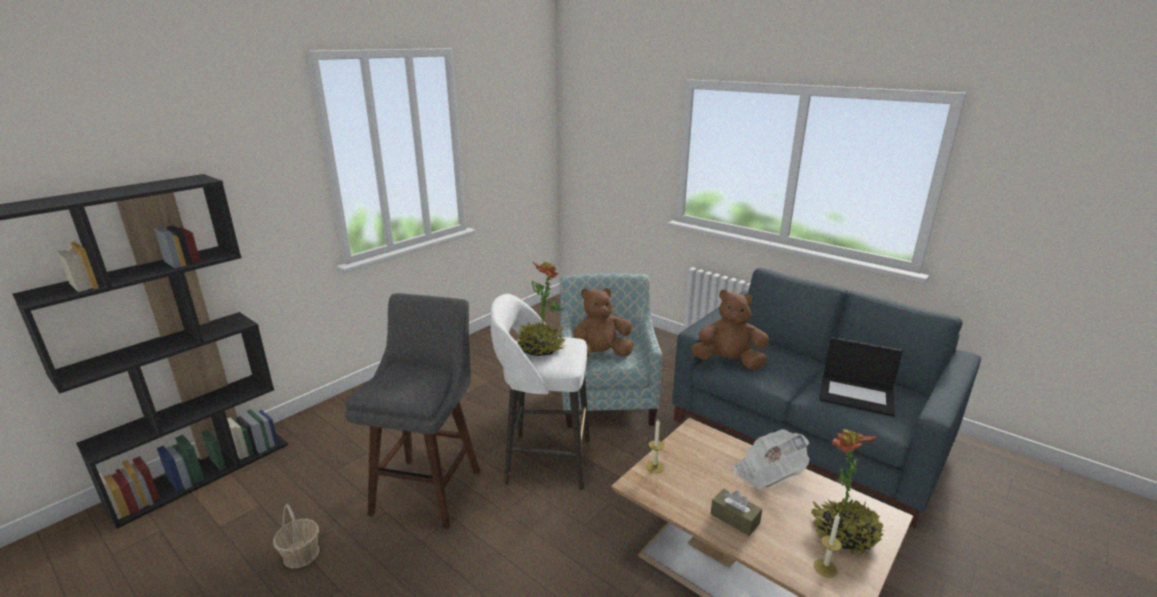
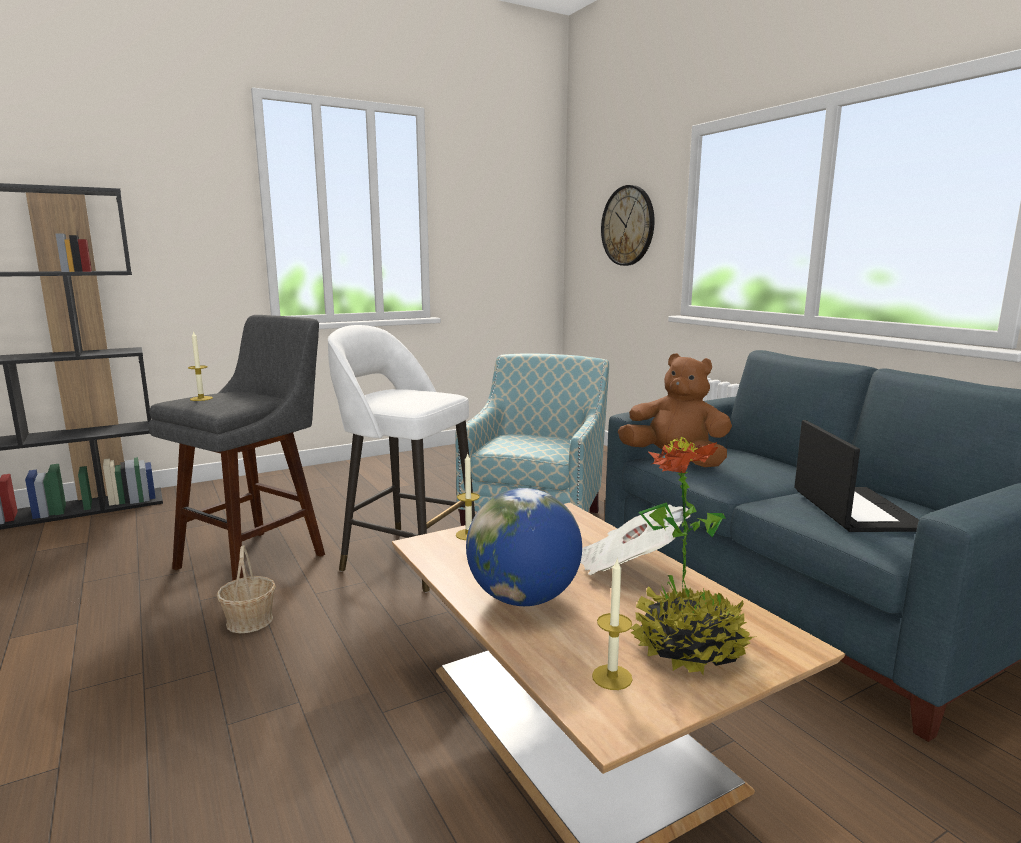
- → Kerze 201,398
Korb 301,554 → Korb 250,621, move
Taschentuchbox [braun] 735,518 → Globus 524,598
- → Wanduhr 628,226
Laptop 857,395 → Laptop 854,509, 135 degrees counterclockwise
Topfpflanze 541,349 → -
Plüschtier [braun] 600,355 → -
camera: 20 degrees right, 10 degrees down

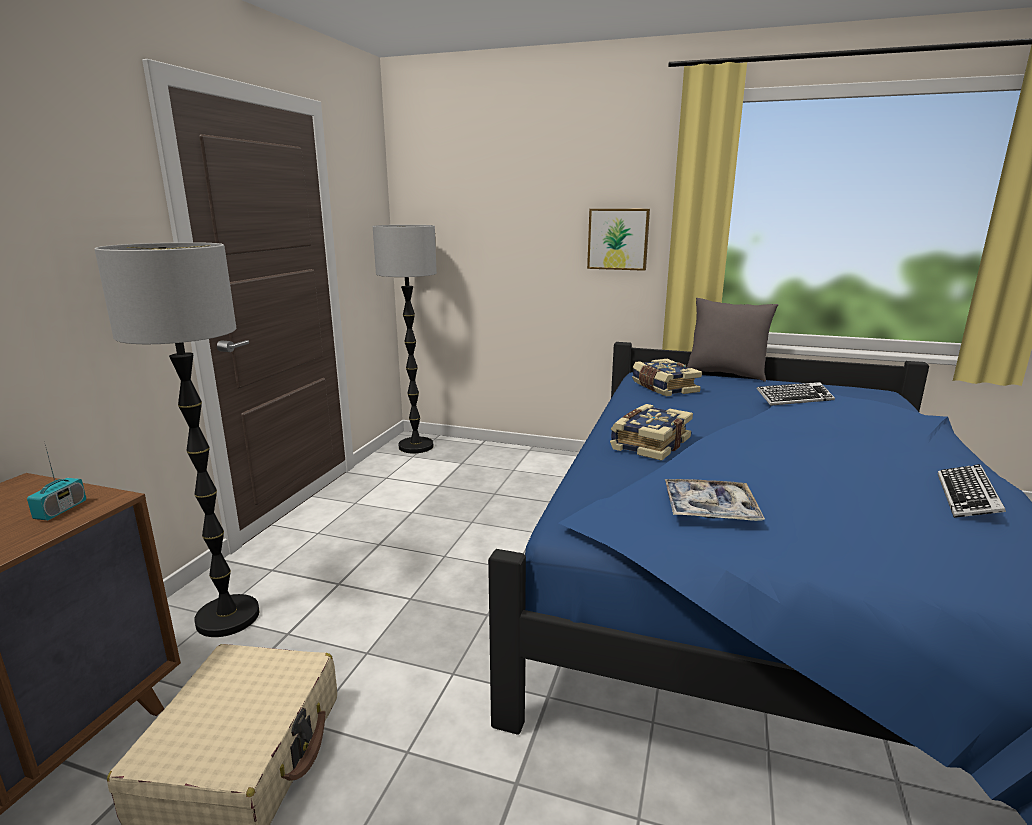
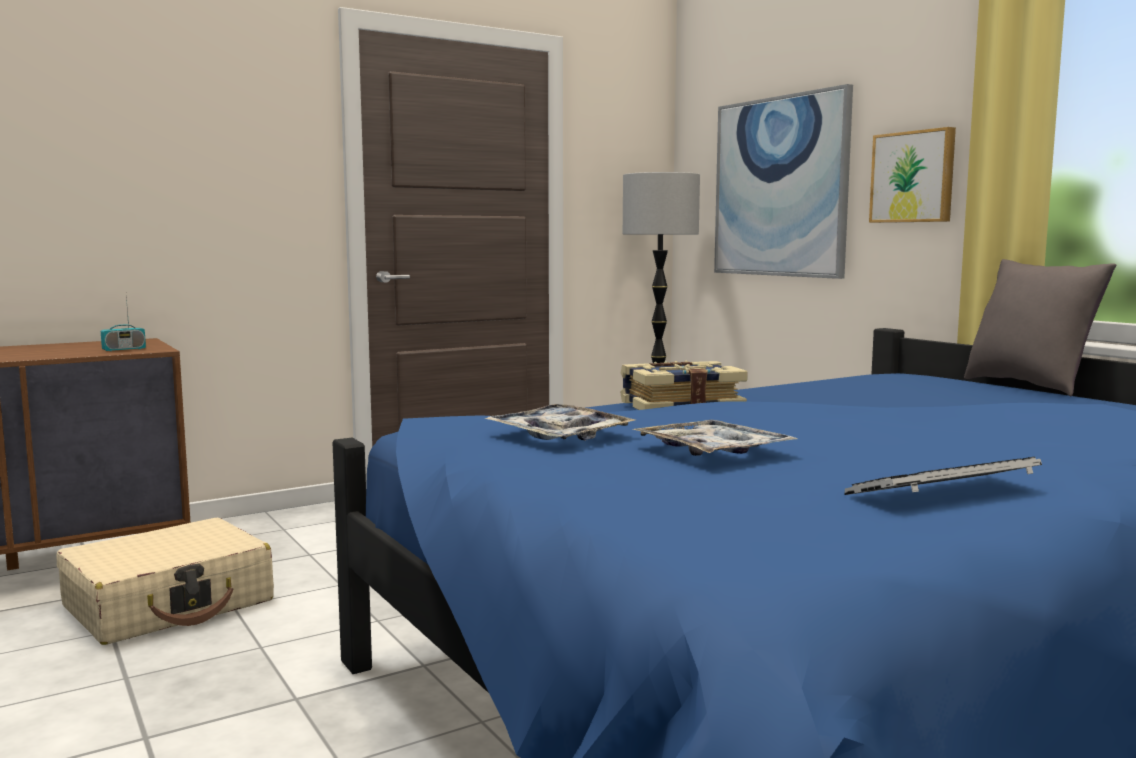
- → Tablett 713,451
- → Bild 780,187
Stehlampe 228,617 → -
Buch 663,388 → -
Tastatur 794,399 → -
camera: 40 degrees right, 10 degrees down

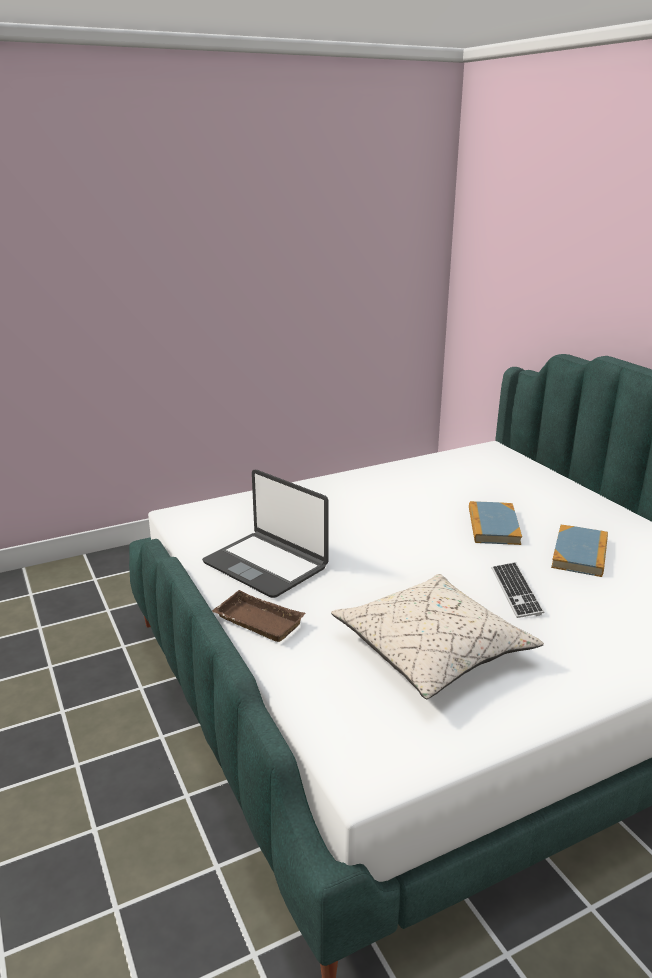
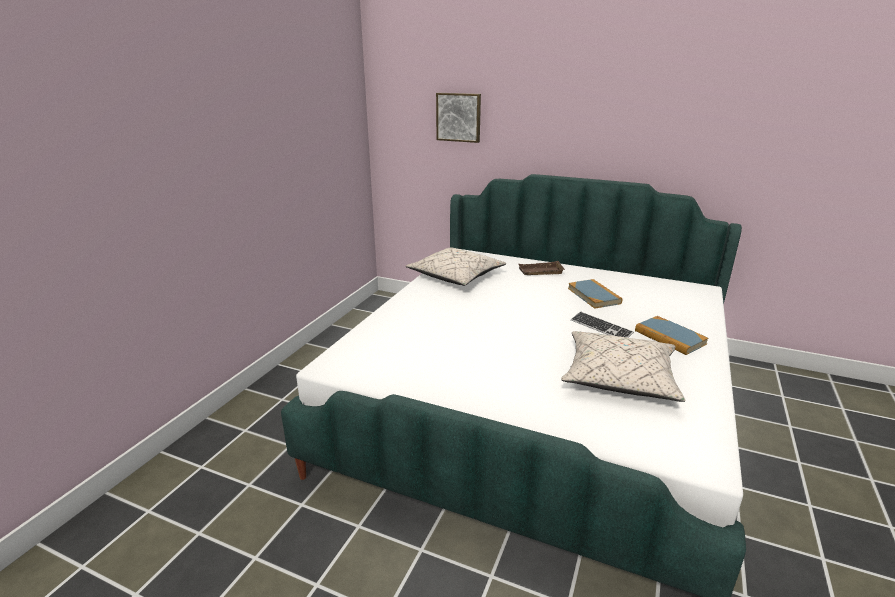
- → Kissen [beige] 456,276
- → Bild 459,117
Tablett [braun] 256,622 → Tablett [braun] 540,272, move
Buch 493,526 → Buch 669,337, move
Laptop 266,565 → -
camera: 40 degrees left, 0 degrees up

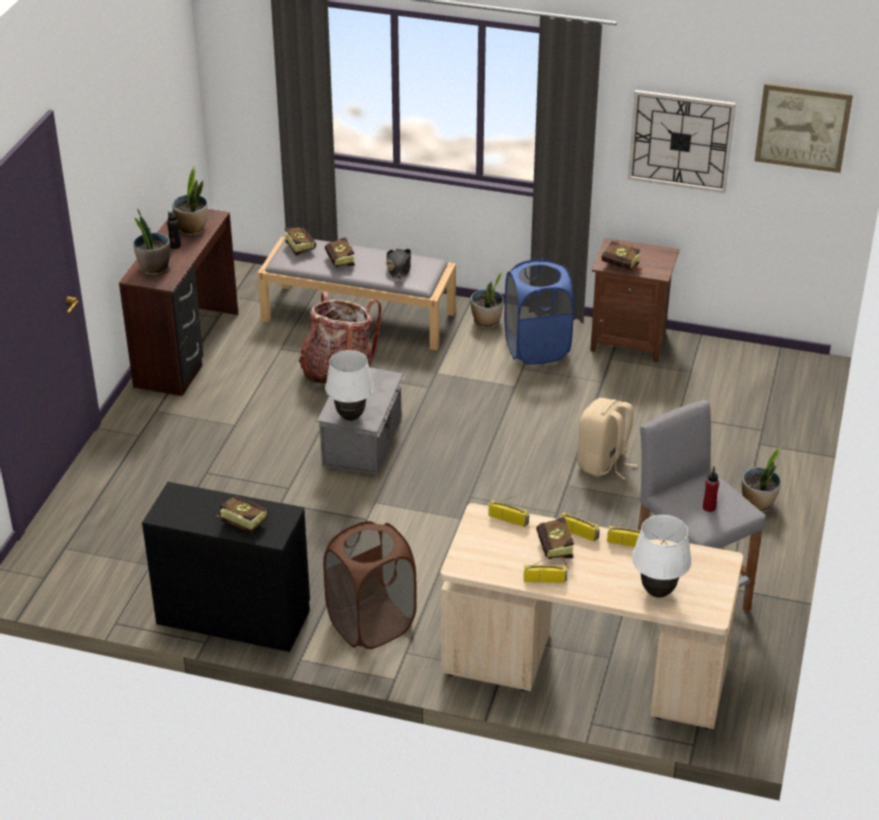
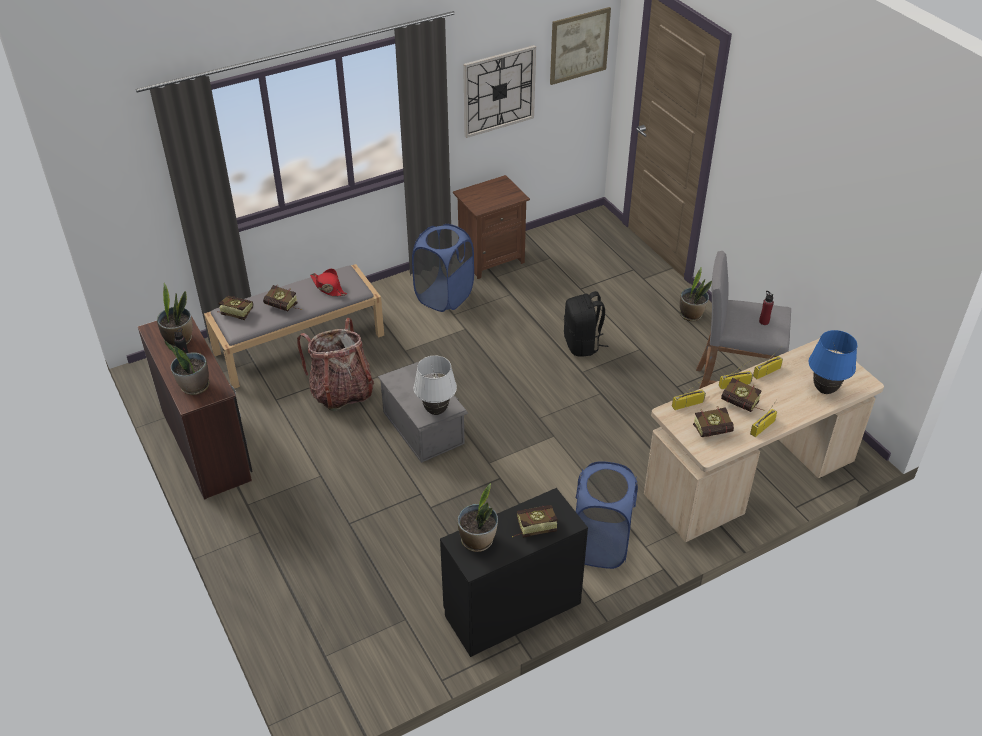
Hut [schwarz] 399,268 → Hut [rot] 328,287
Topfpflanze 486,322 → Topfpflanze 478,541, move
Rucksack [beige] 603,463 → Rucksack [schwarz] 582,345
Wäschekorb [braun] 371,624 → Wäschekorb [blau] 601,544
Buch 623,267 → Buch 715,431, move
Tischlampe [weiß] 657,592 → Tischlampe [blau] 824,390
camera: 45 degrees left, 5 degrees up

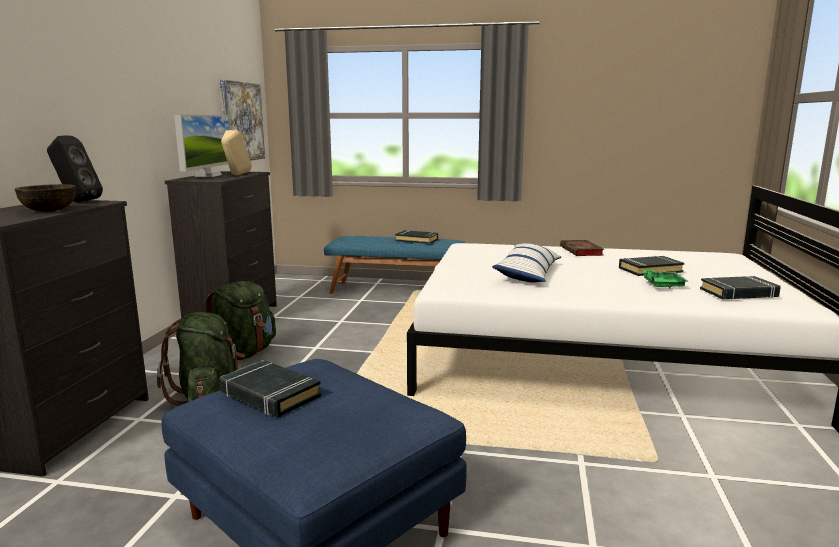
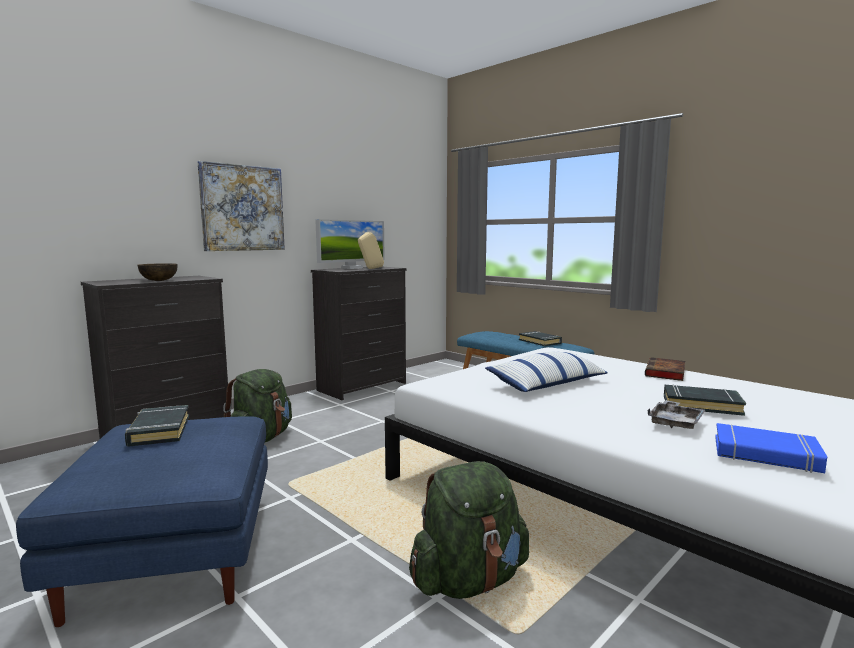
Bild 242,122 → Bild 242,208, move
Rucksack [grün] 242,354 → Rucksack [grün] 469,580, move
Tablett [grün] 662,284 → Tablett [grau] 675,422
Buch [schwarz] 739,293 → Buch [blau] 765,455
Lautsprecher [schwarz] 76,201 → -
camera: 35 degrees right, 5 degrees down

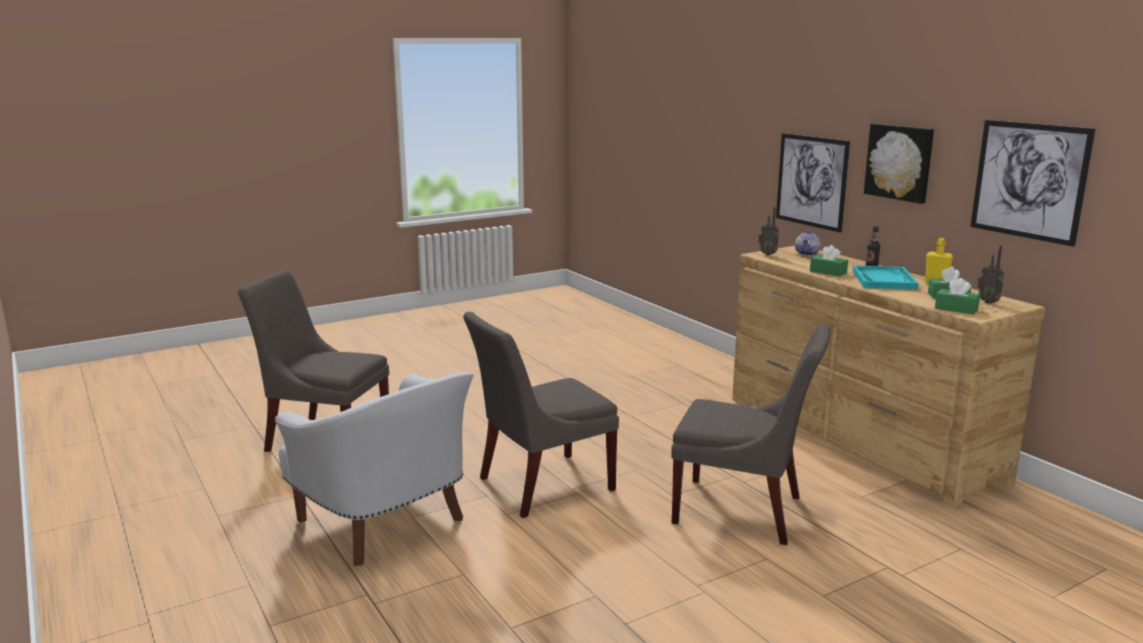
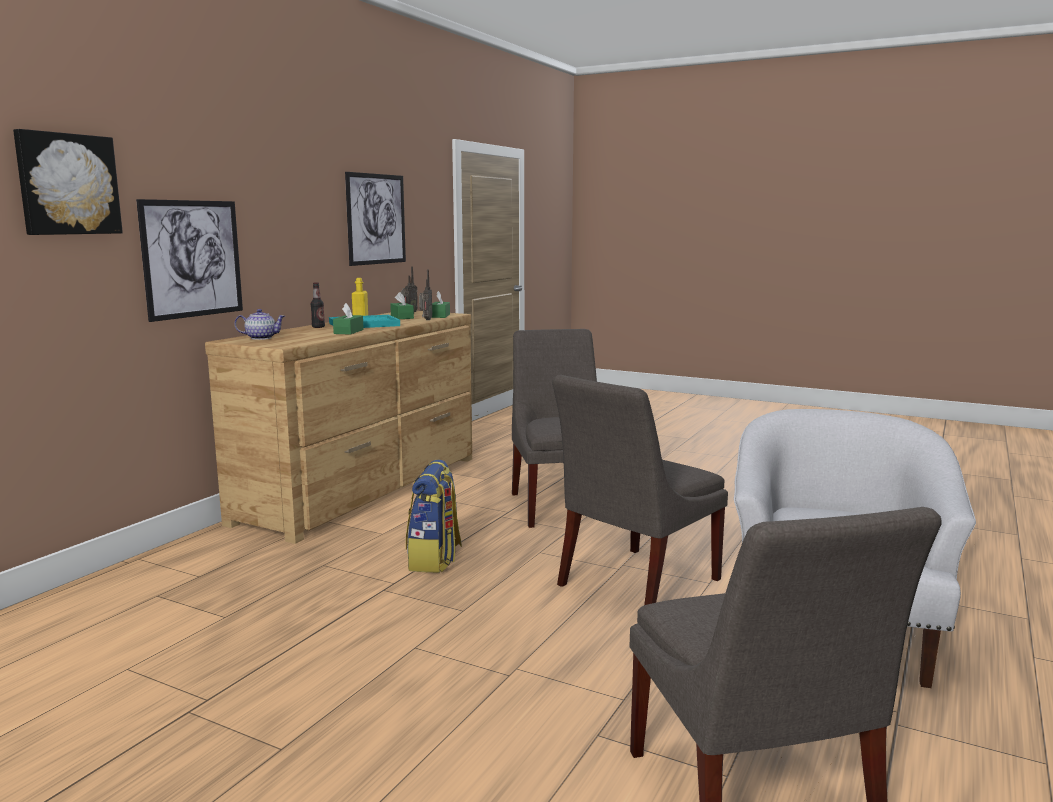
Bild 900,162 → Bild 67,184, move
- → Rucksack 434,560
Radio 768,254 → Radio 425,320, move
Stuhl [grau] 540,485 → Stuhl [grau] 634,584, 105 degrees clockwise
camera: 120 degrees left, 5 degrees down

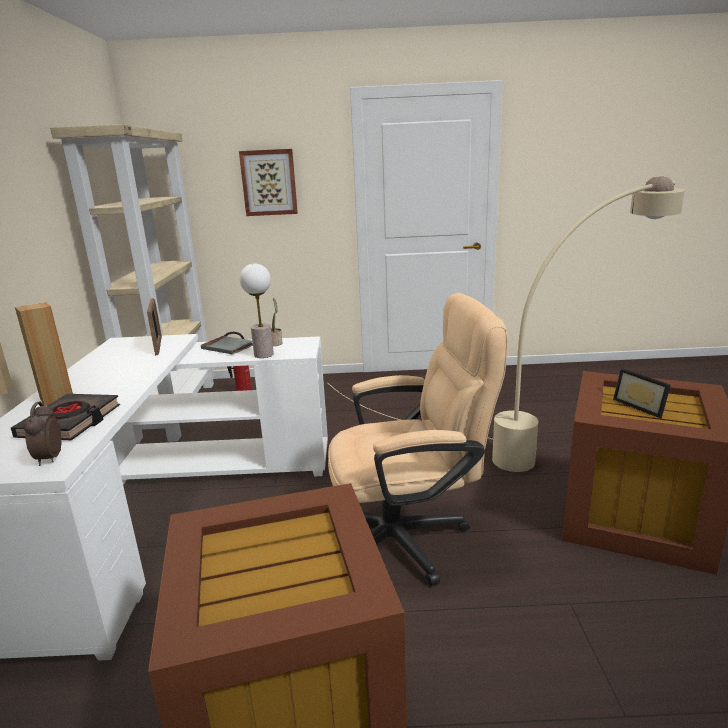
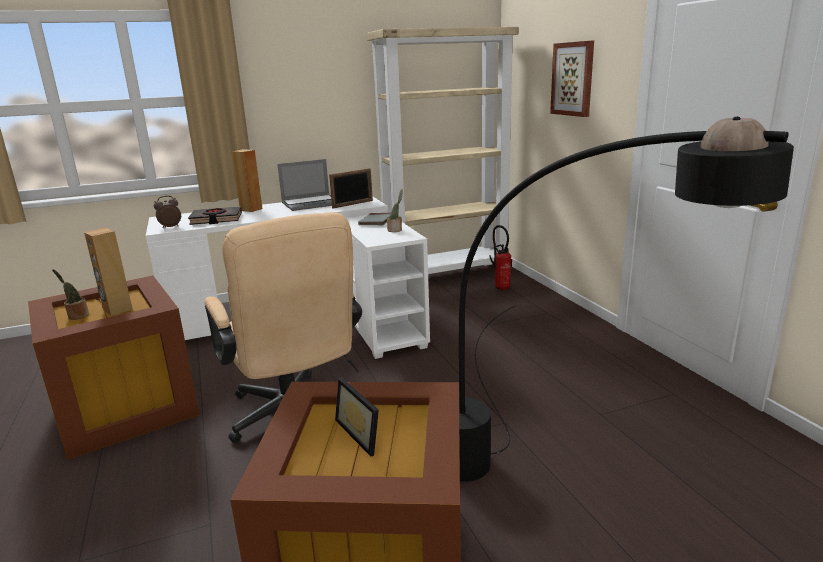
- → Topfpflanze 77,316
- → Lautsprecher [braun] 117,310
- → Laptop 311,204
Bilderrahmen 641,406 → Bilderrahmen 364,433, 75 degrees counterclockwise
Stehlampe [beige] 535,439 → Stehlampe [schwarz] 536,477
Tischlampe 263,355 → -
camera: 70 degrees right, 0 degrees up

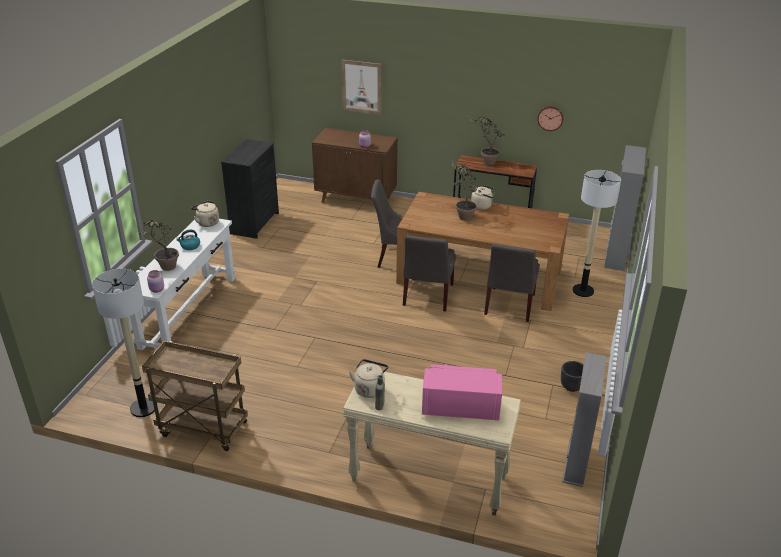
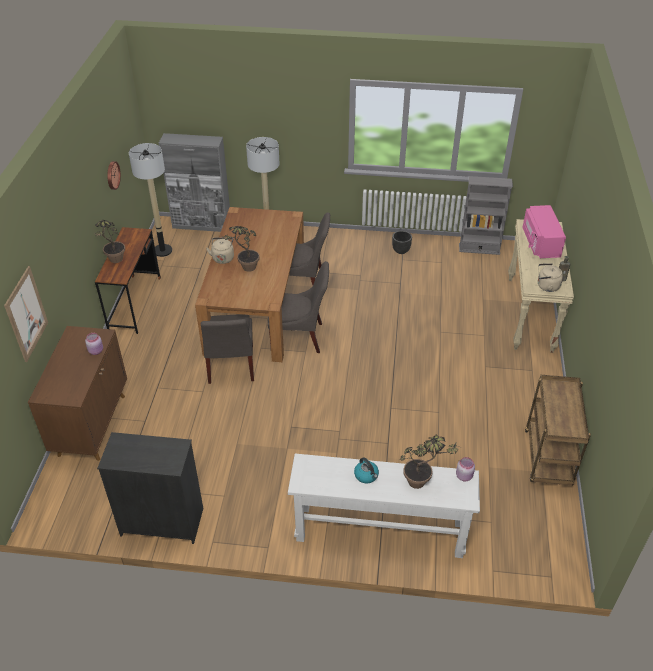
Stehlampe 143,408 → Stehlampe 162,250, move
Wasserkessel [beige] 207,222 → -
camera: 100 degrees left, 10 degrees up

